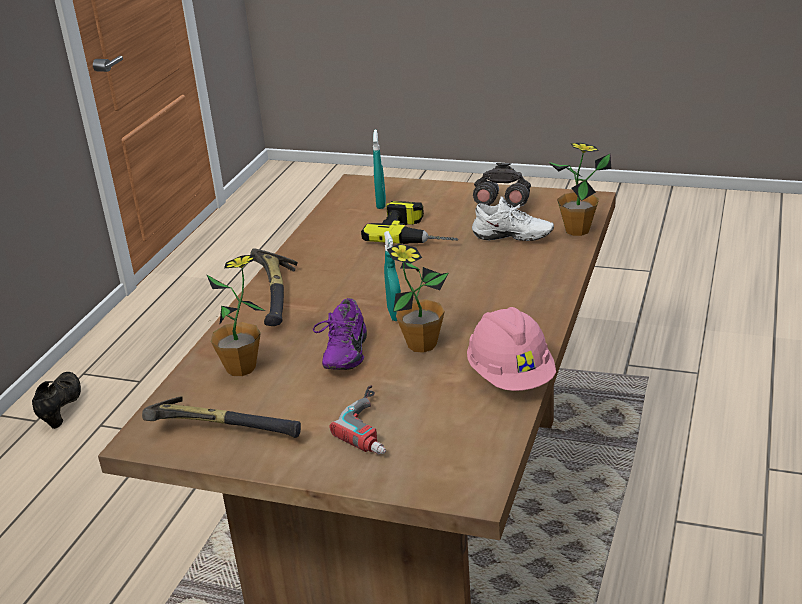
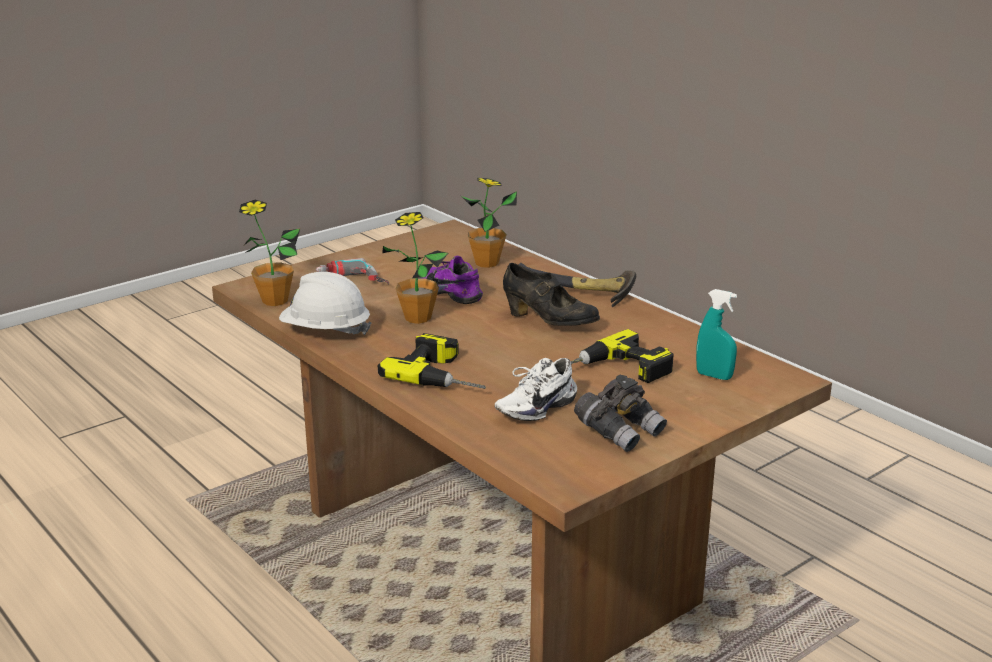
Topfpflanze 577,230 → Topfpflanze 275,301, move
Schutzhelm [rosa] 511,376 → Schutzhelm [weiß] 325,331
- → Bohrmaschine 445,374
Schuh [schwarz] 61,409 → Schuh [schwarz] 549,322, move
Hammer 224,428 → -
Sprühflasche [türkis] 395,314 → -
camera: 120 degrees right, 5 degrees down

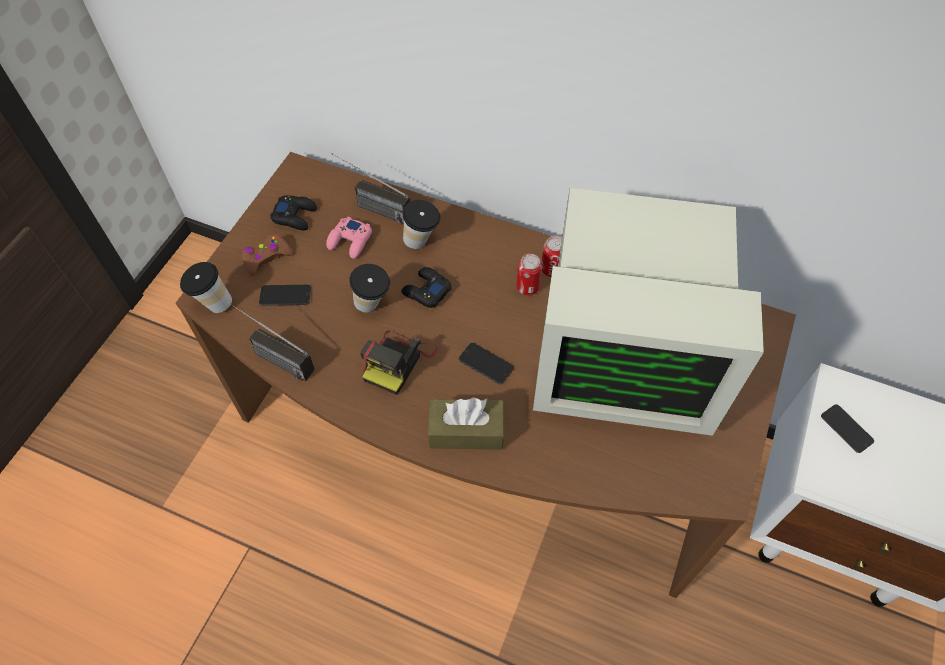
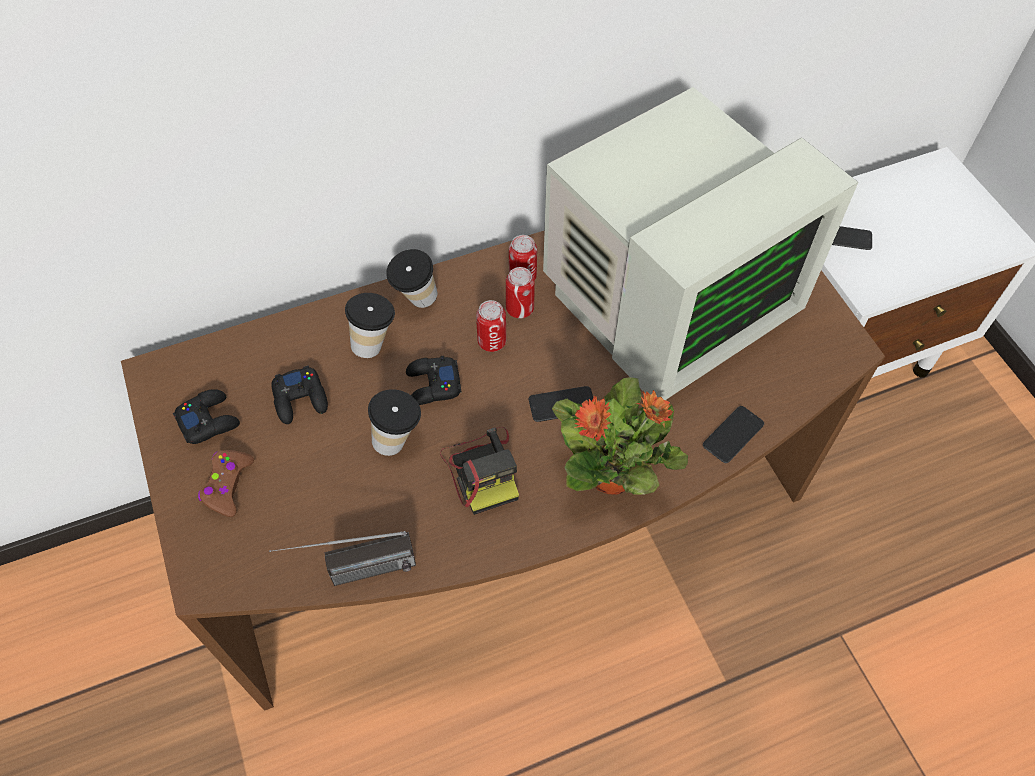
Gamepad [rosa] 350,241 → Gamepad [schwarz] 301,399
Tasse 213,304 → Tasse 415,302, move
- → Dose 492,341
Taschentuchbox [braun] 466,431 → Topfpflanze 613,476
Handy 285,295 → Handy 733,435, move
Radio 371,207 → -
camera: 45 degrees left, 0 degrees up

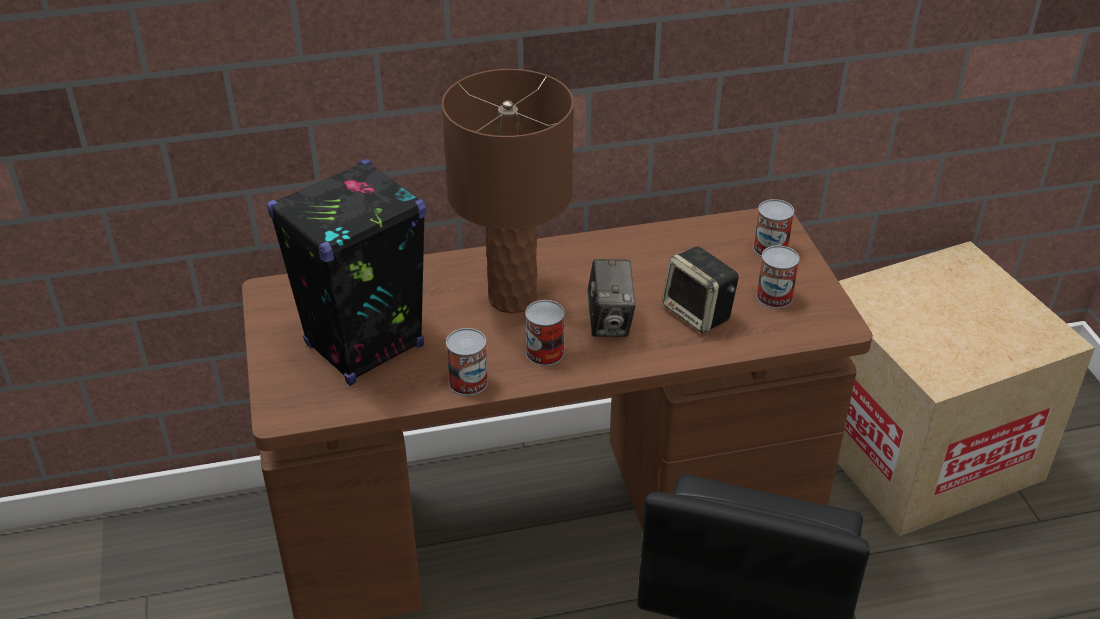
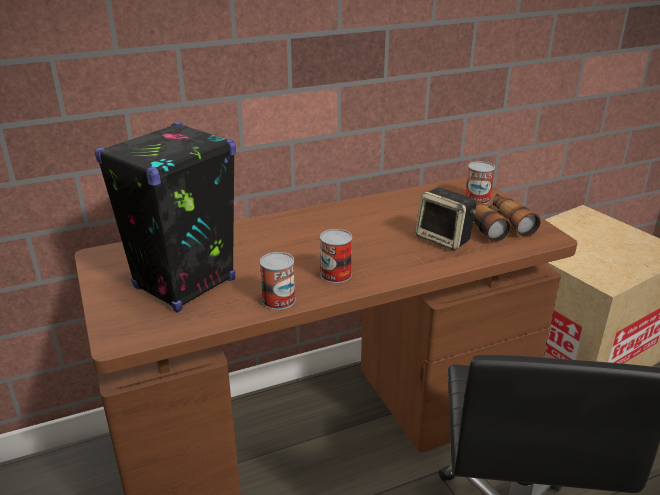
Dose 774,296 → Fernglas 494,225
Tischlampe [braun] 513,297 → -
Kamera 610,322 → -
camera: 10 degrees left, 10 degrees down

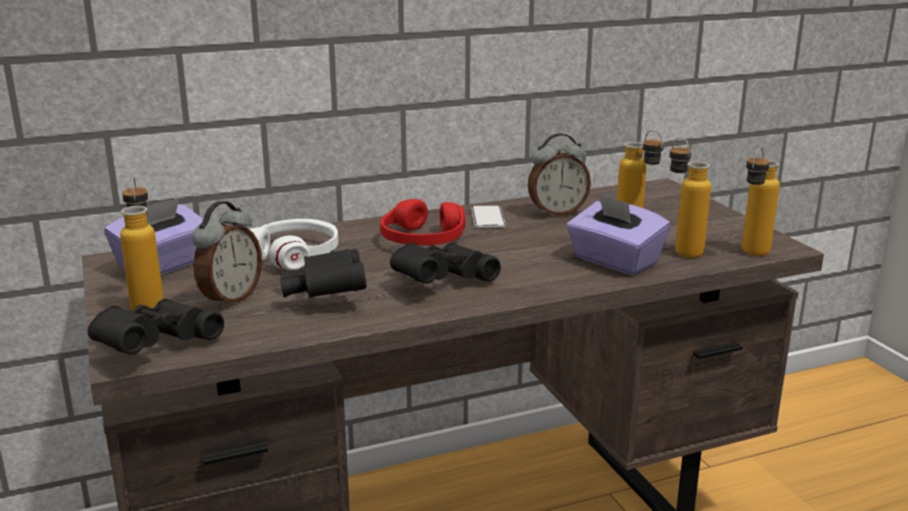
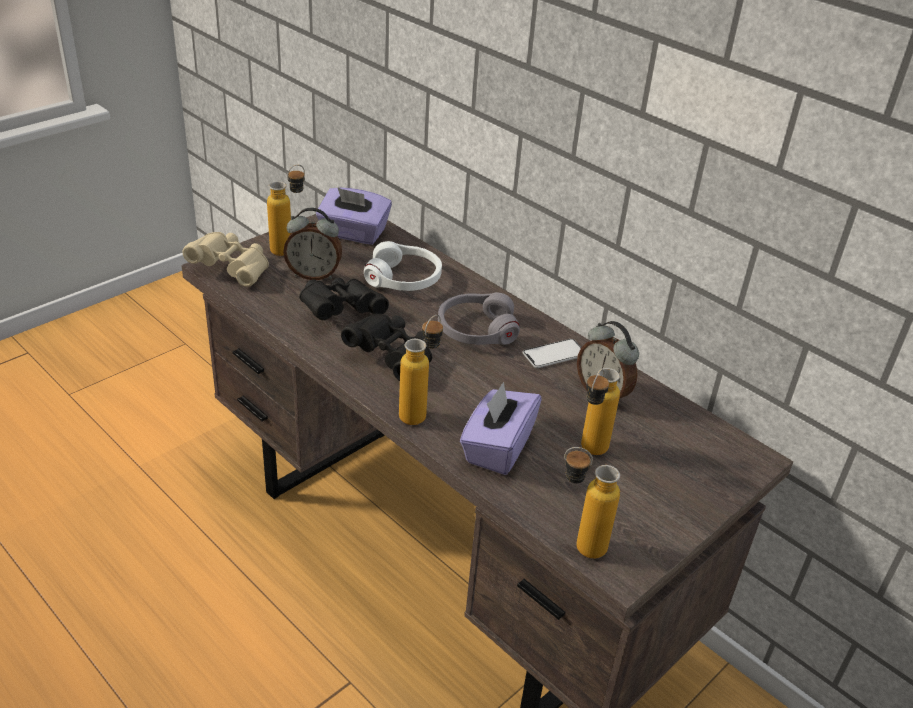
Fernglas [schwarz] 153,347 → Fernglas [beige] 232,269
Flasche 680,249 → Flasche 419,411, move
Kopfhörer [rot] 422,239 → Kopfhörer [grau] 476,330
camera: 65 degrees right, 15 degrees up

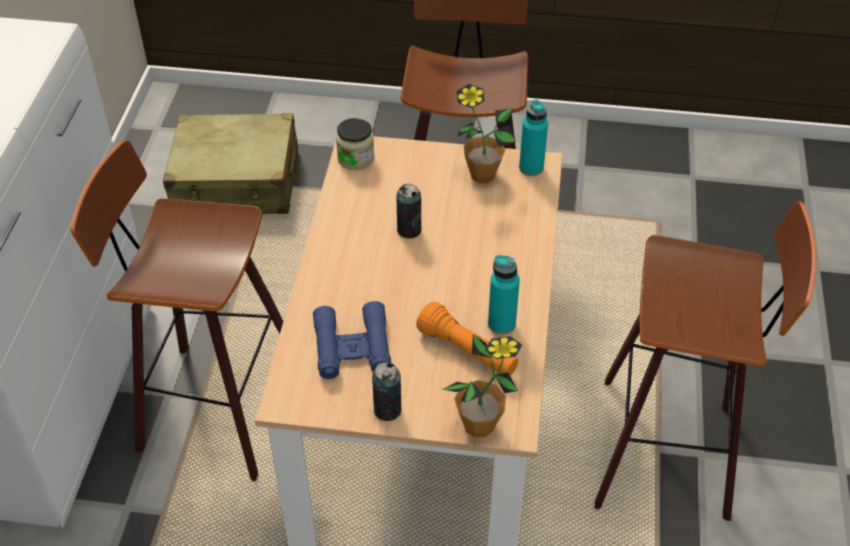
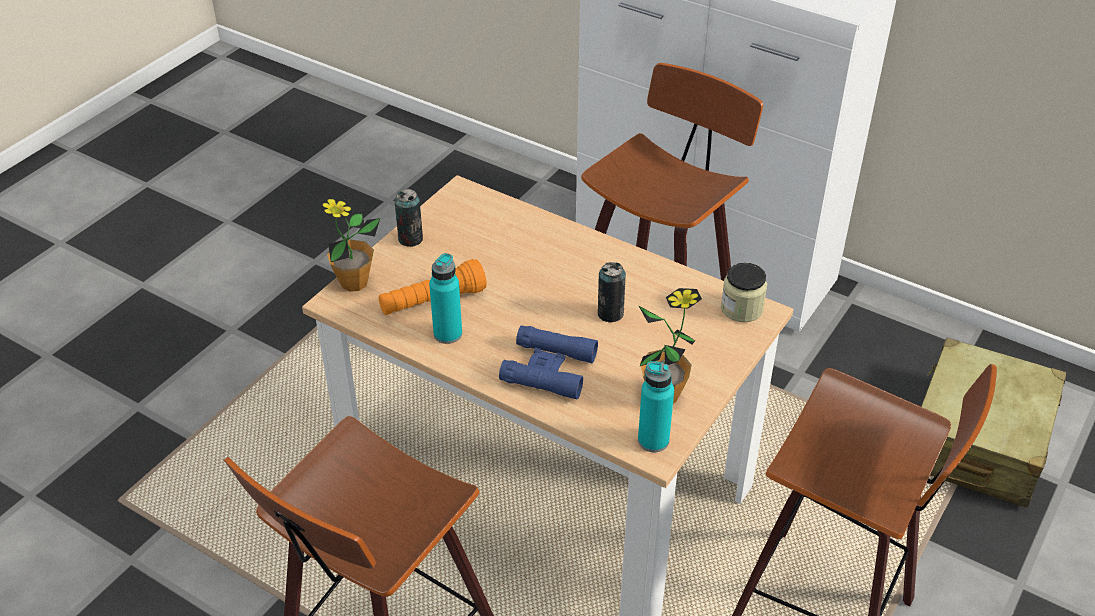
Fernglas [blau] 352,347 → Fernglas [blau] 548,369, move
camera: 115 degrees right, 5 degrees down

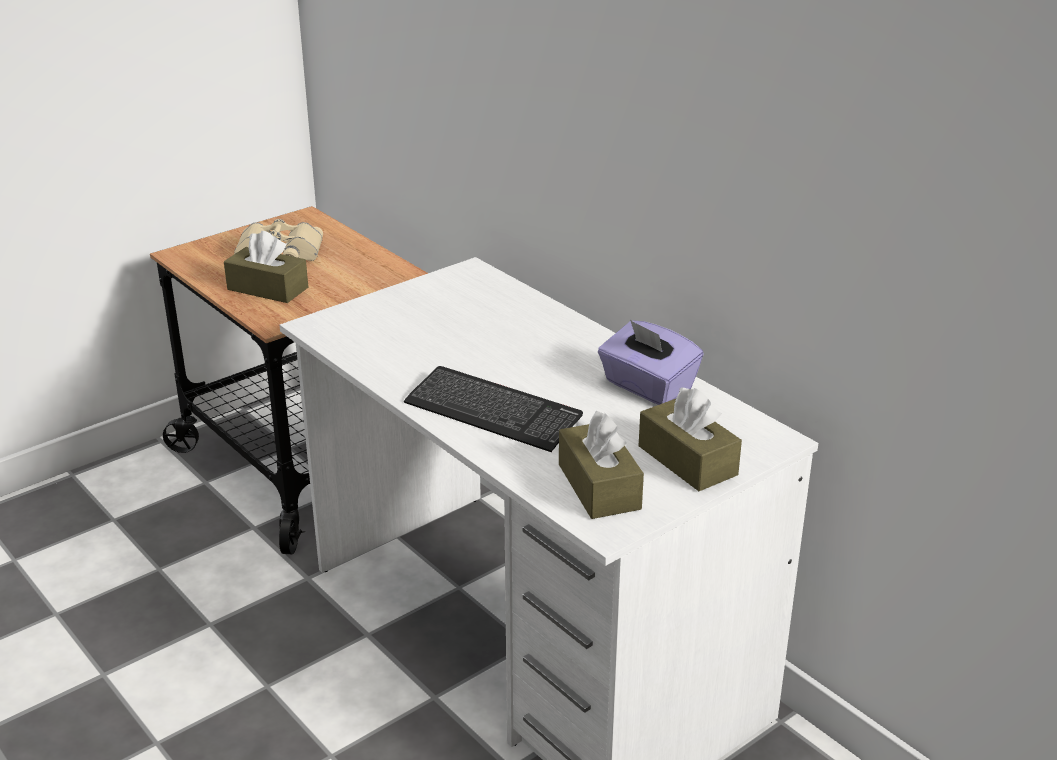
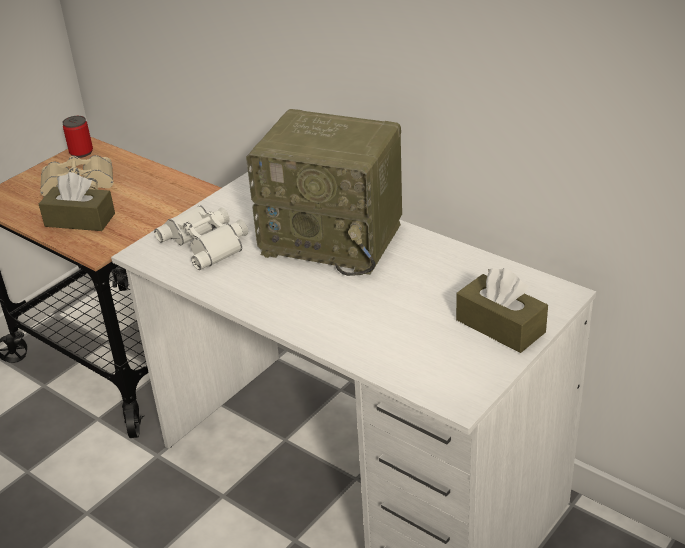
- → Dose 81,152
- → Fernglas [weiß] 207,242
- → Radio 335,239
Tastatur 492,412 → -
Taschentuchbox [braun] 599,486 → -
Taschentuchbox [lila] 647,387 → -
camera: 10 degrees left, 5 degrees up

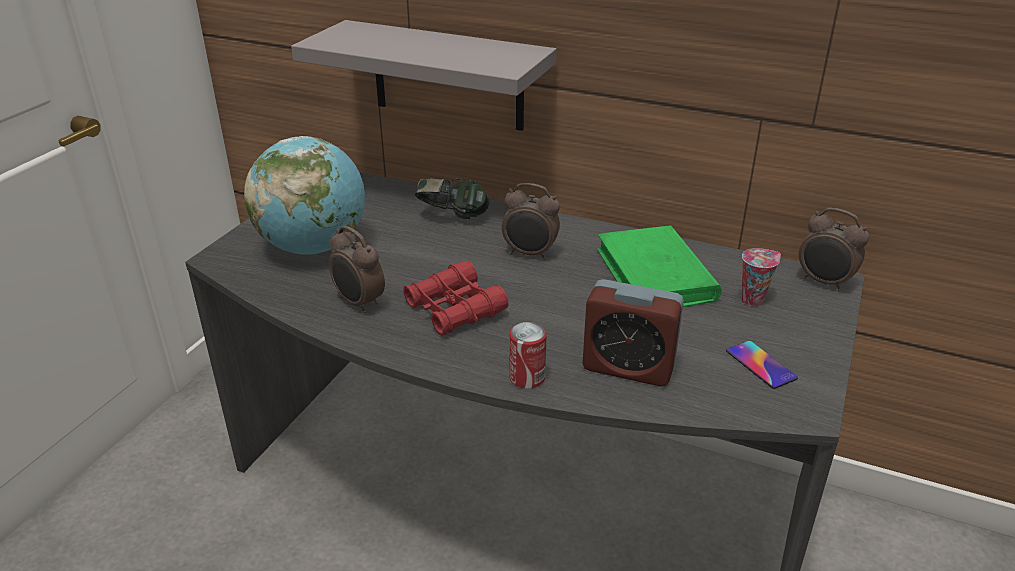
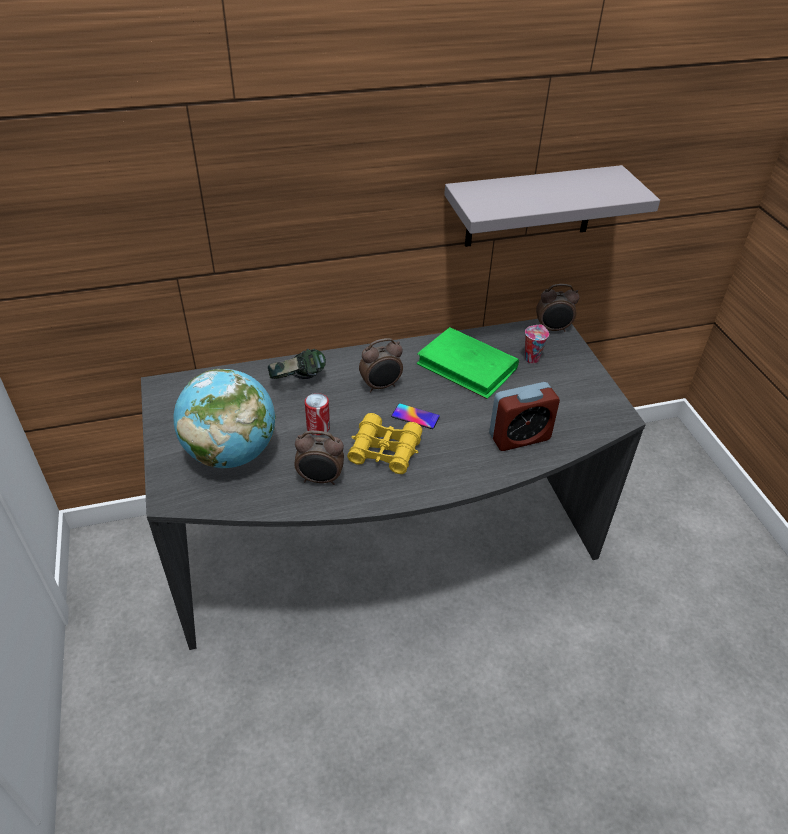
Dose 527,378 → Dose 318,427, move
Fernglas [rot] 454,309 → Fernglas [gelb] 385,451
Handy 761,365 → Handy 415,416, move
Wandregal [grau] 447,76 → Wandregal [grau] 530,207, move
camera: 40 degrees left, 10 degrees up

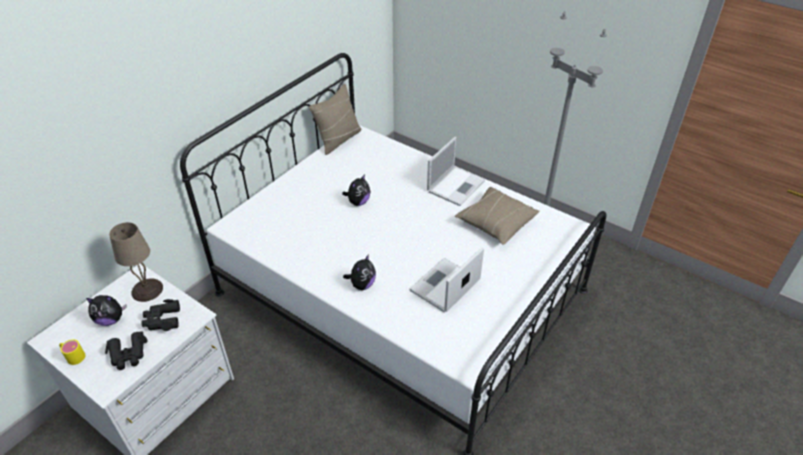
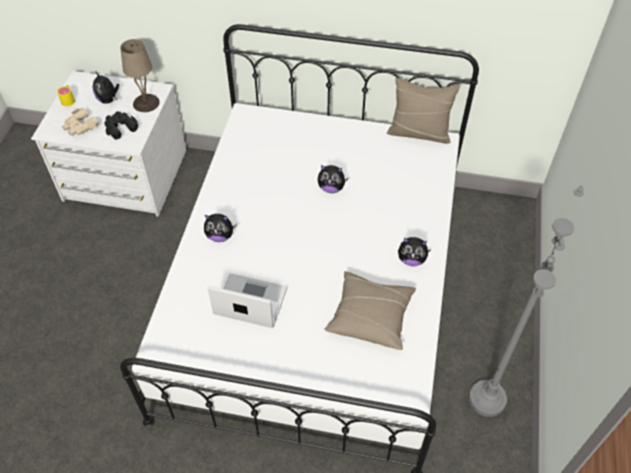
Fernglas [schwarz] 128,354 → Fernglas [beige] 80,126
Laptop 456,185 → Plüschtier 411,259
camera: 65 degrees right, 10 degrees up

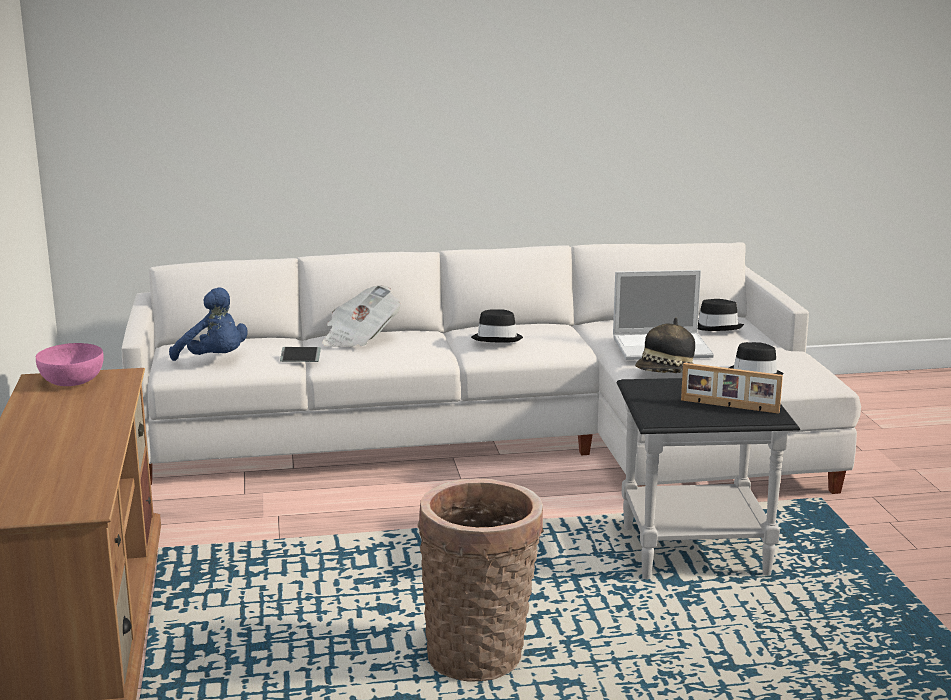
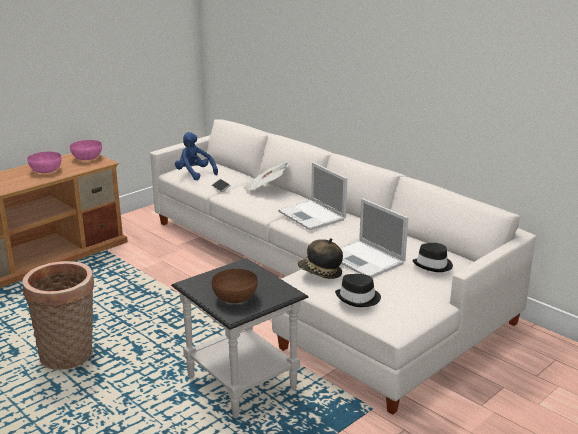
- → Schüssel [rosa] 45,170
Plüschtier [blau] 214,359 → Plüschtier [blau] 194,174, 135 degrees clockwise
Bilderrahmen 729,406 → Schüssel [braun] 235,297
Hut [schwarz] 497,338 → Laptop 312,216
camera: 55 degrees right, 5 degrees up

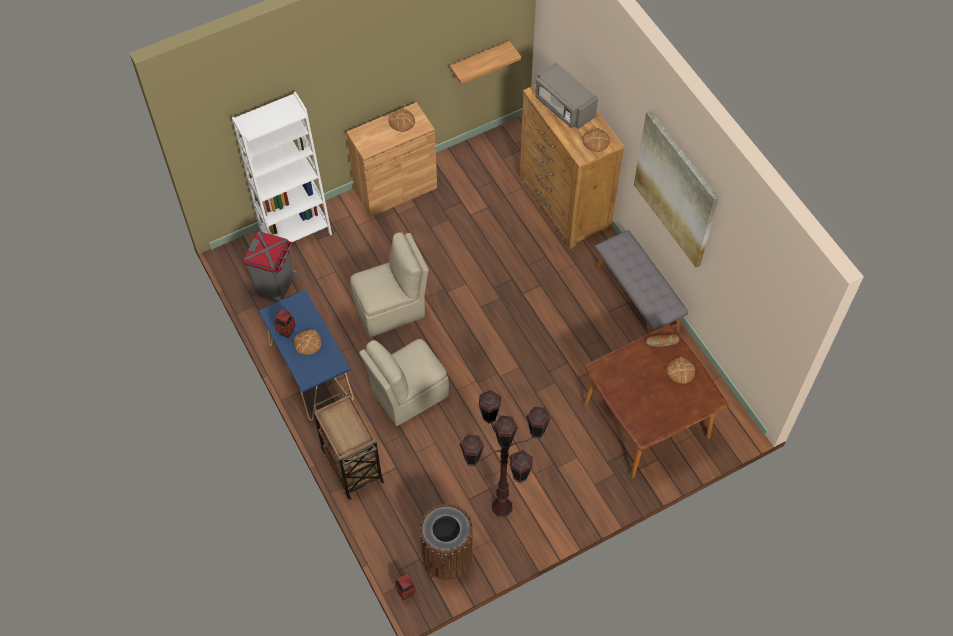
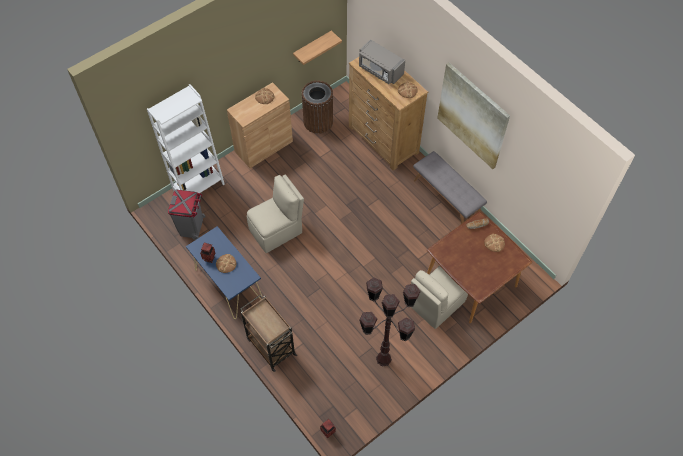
Mülleimer [braun] 447,556 → Mülleimer [braun] 318,121, move
Stuhl [beige] 408,394 → Stuhl [beige] 436,304, move
camera: 10 degrees left, 0 degrees up

